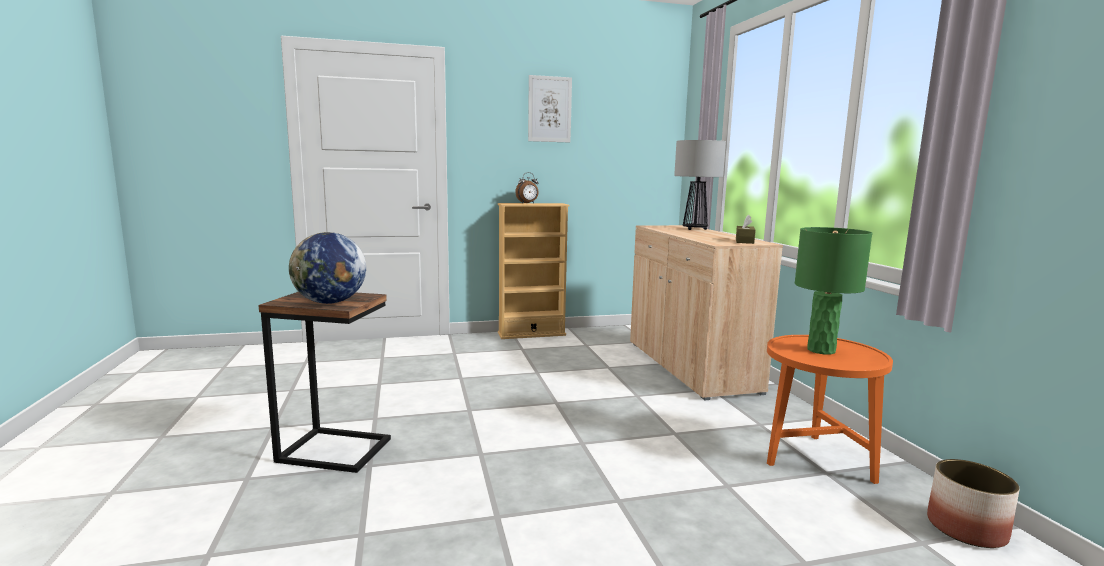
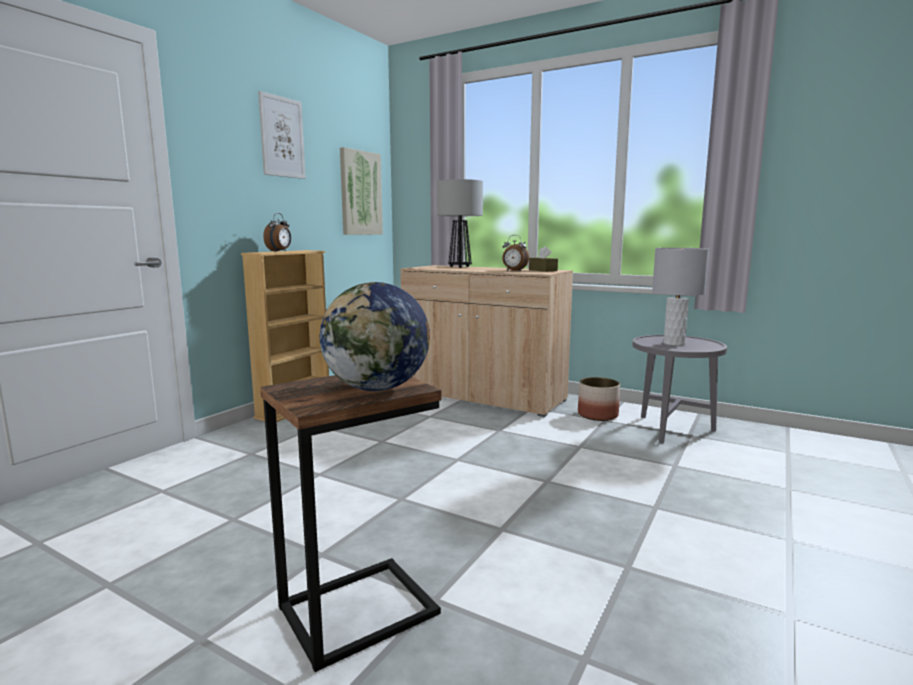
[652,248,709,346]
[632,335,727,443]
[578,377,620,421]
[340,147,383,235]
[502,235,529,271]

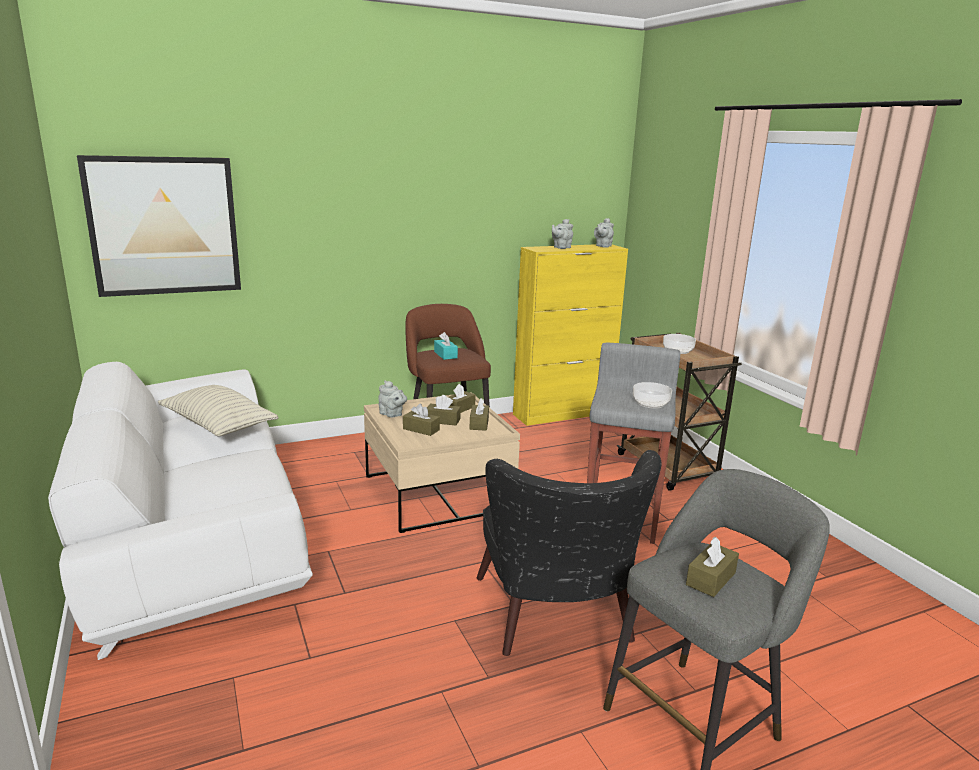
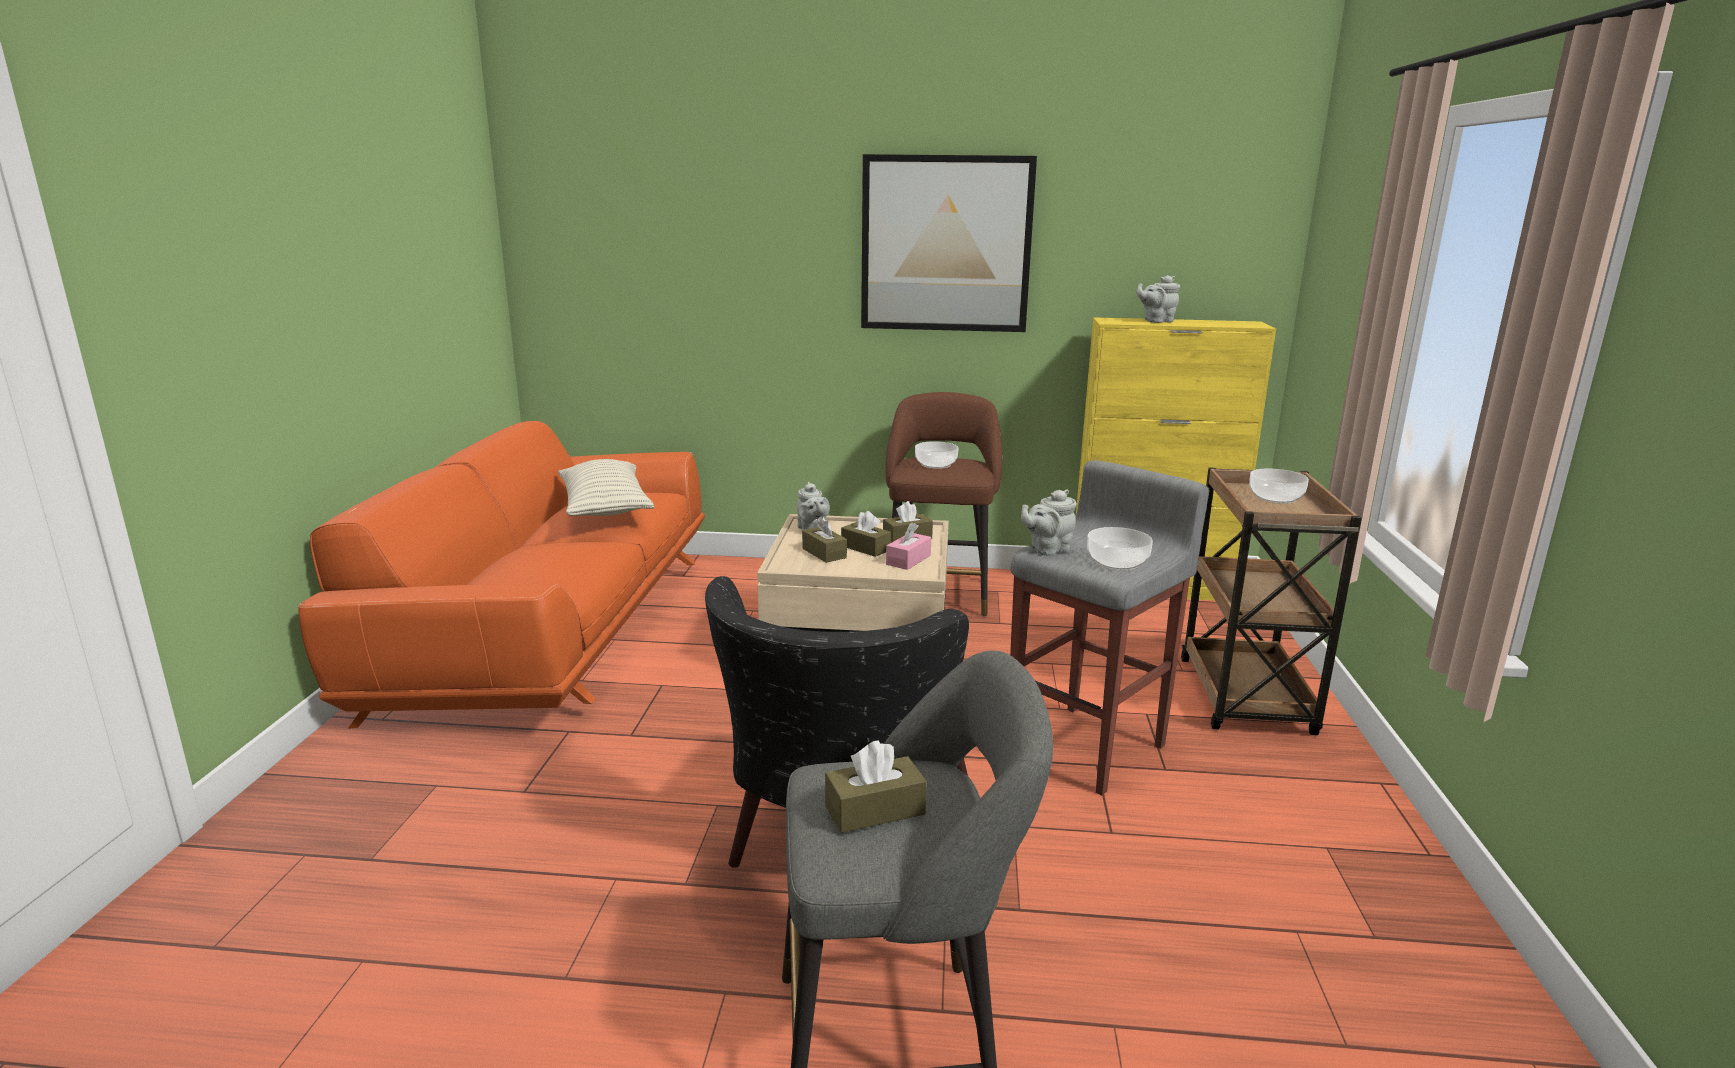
[861,154,1037,332]
[1021,489,1077,556]
[915,441,958,469]
[298,421,705,729]
[886,522,931,570]

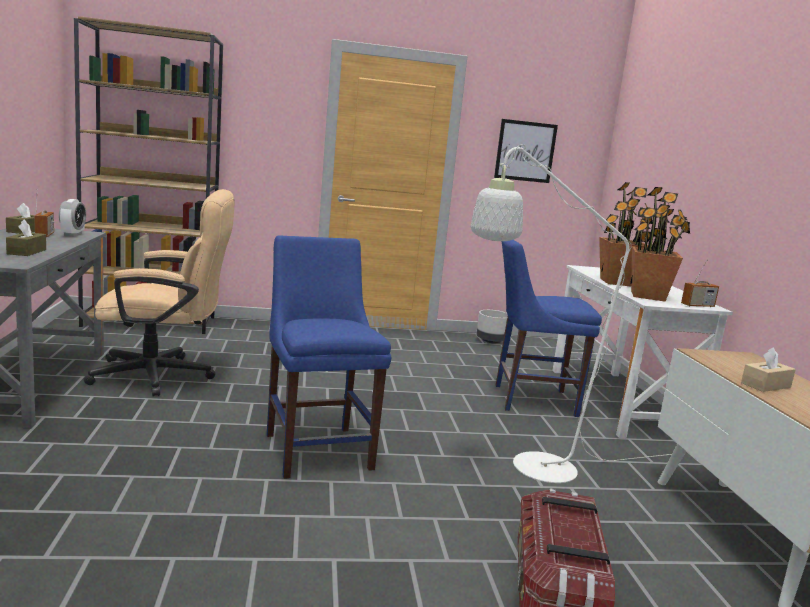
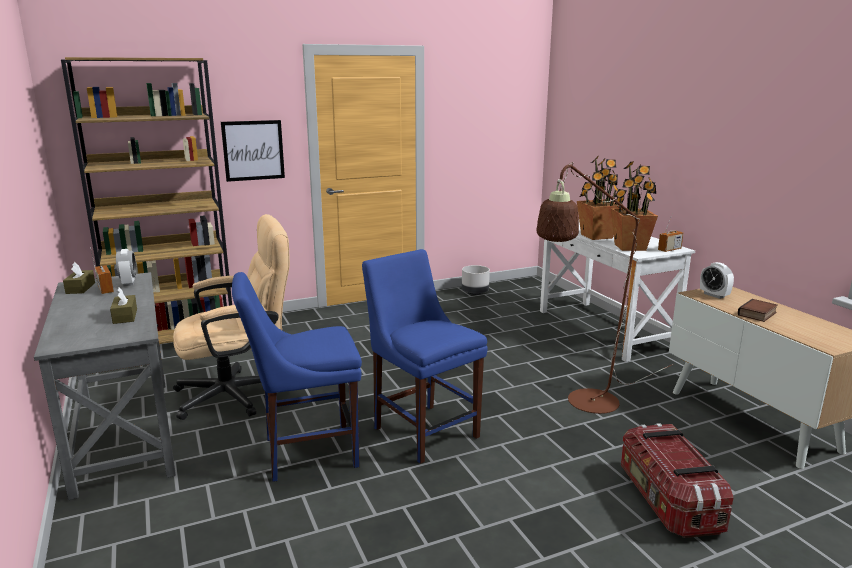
[221,120,285,182]
[537,162,673,414]
[232,272,362,482]
[738,299,778,322]
[700,262,734,299]

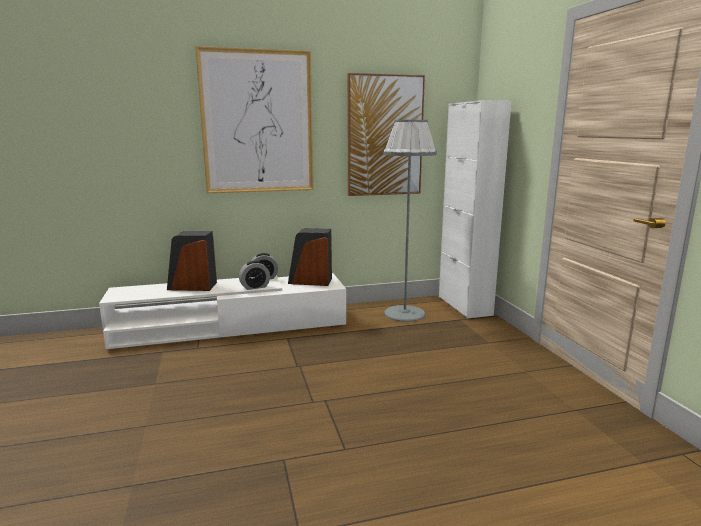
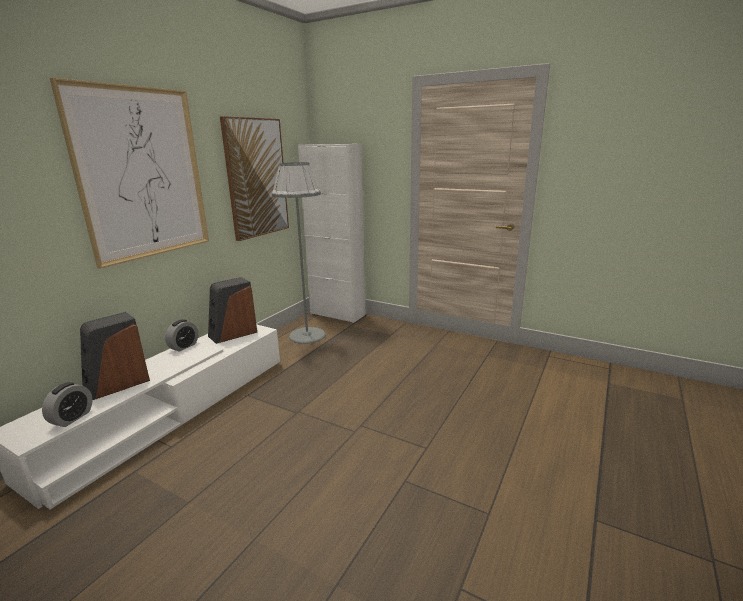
[42,382,93,427]

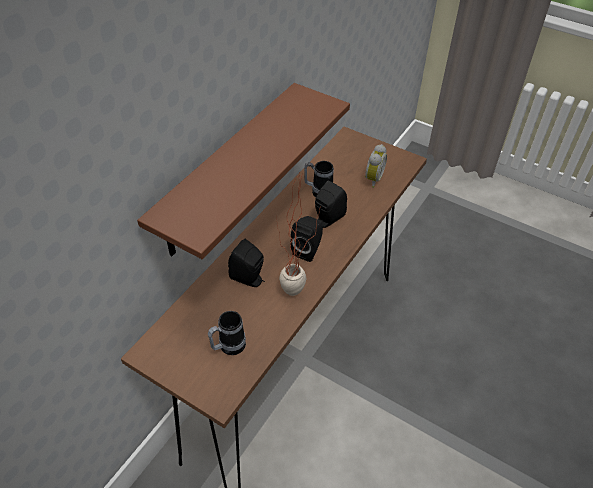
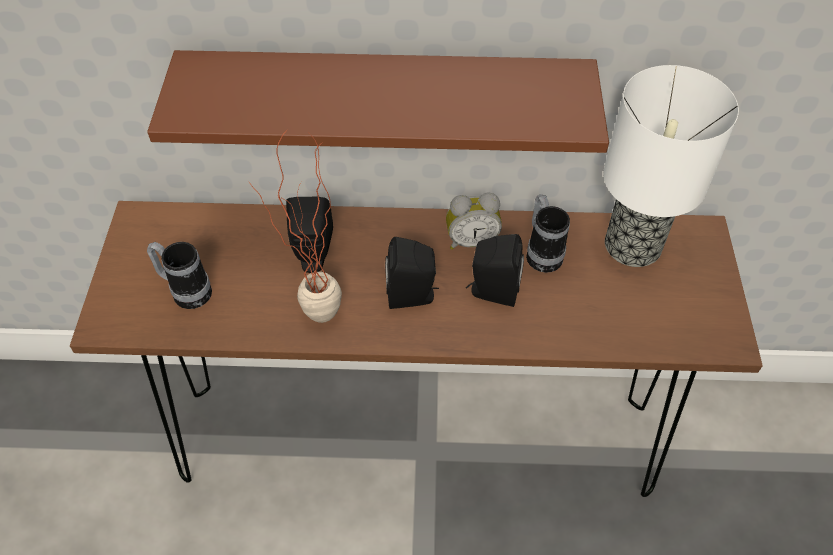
[446,193,502,250]
[604,65,739,267]

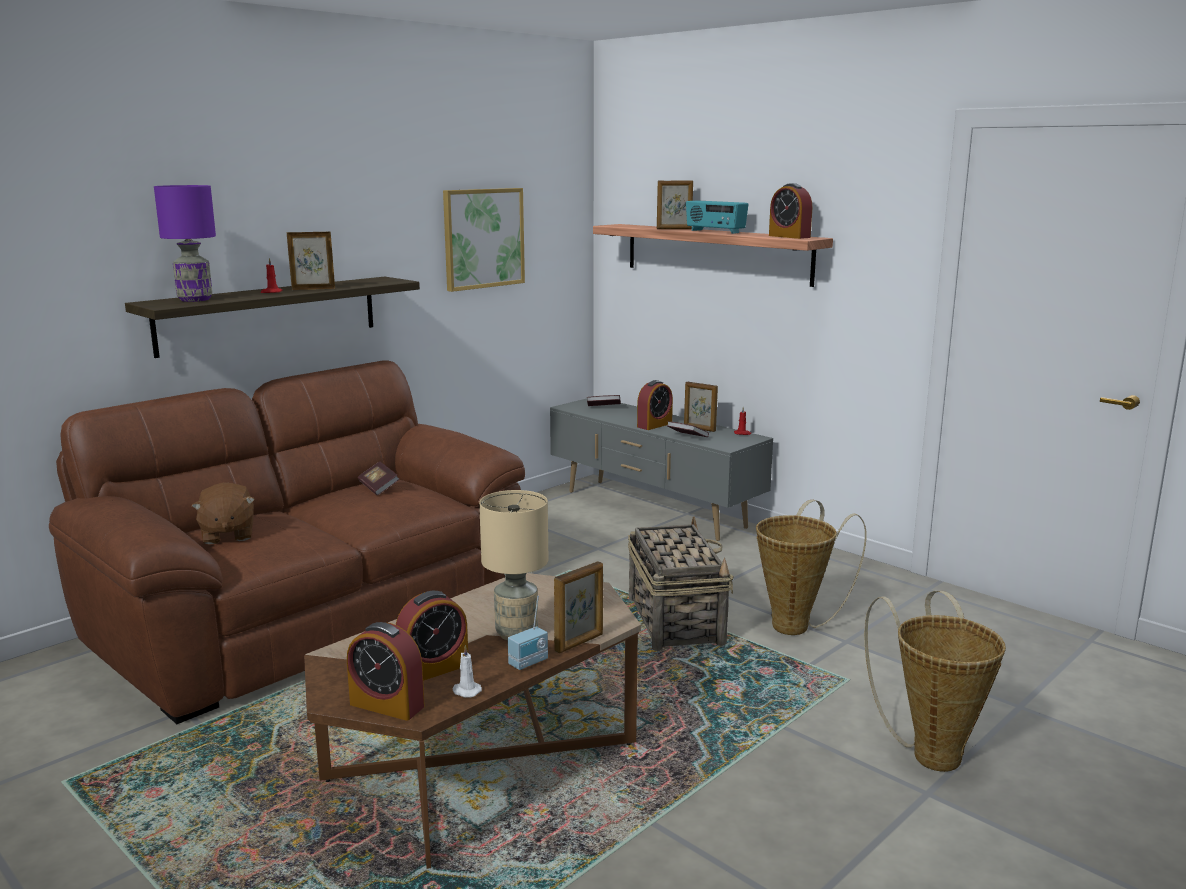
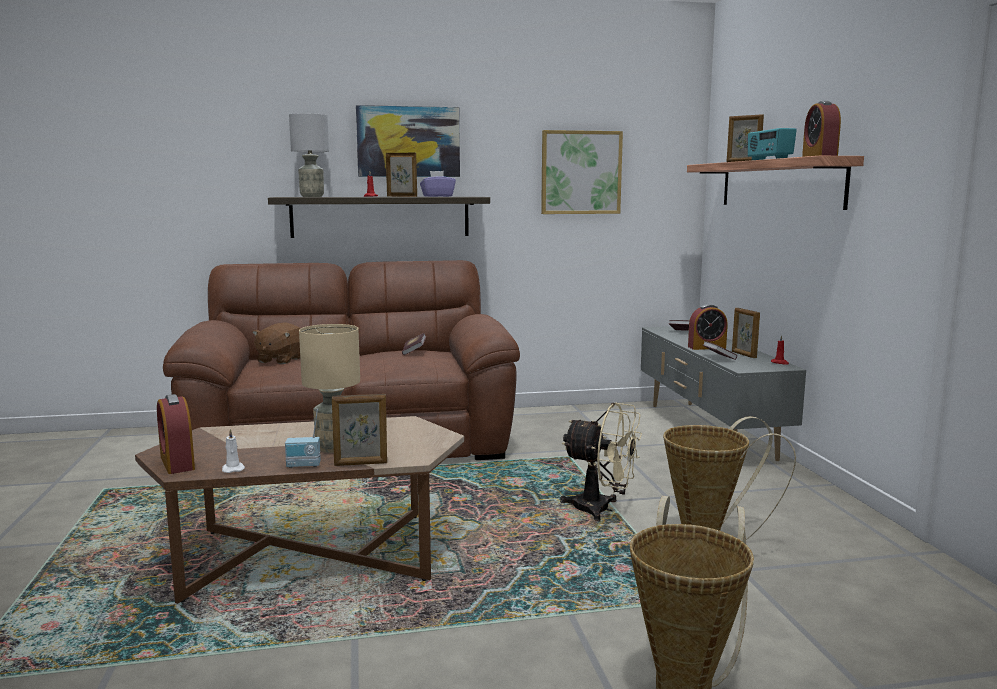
[289,113,329,197]
[560,402,642,521]
[396,591,468,681] (first image)
[356,105,460,177]
[420,171,456,197]

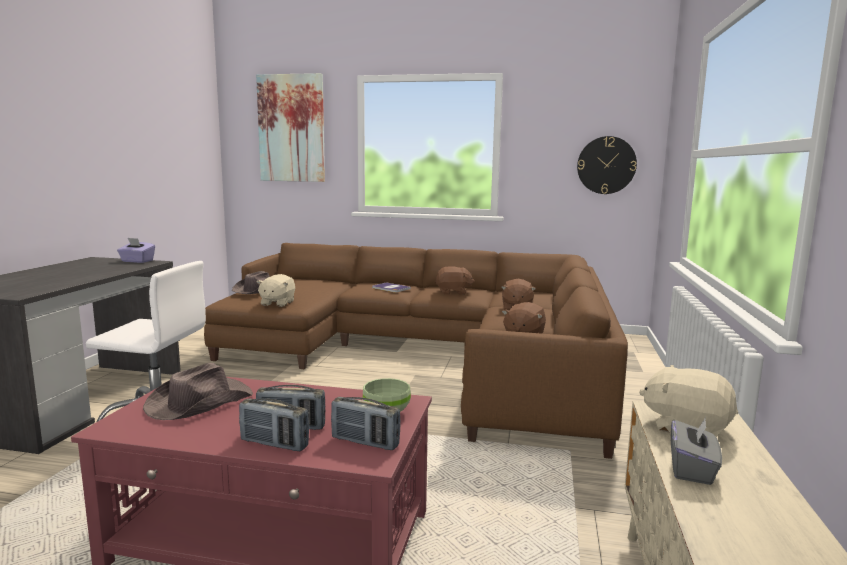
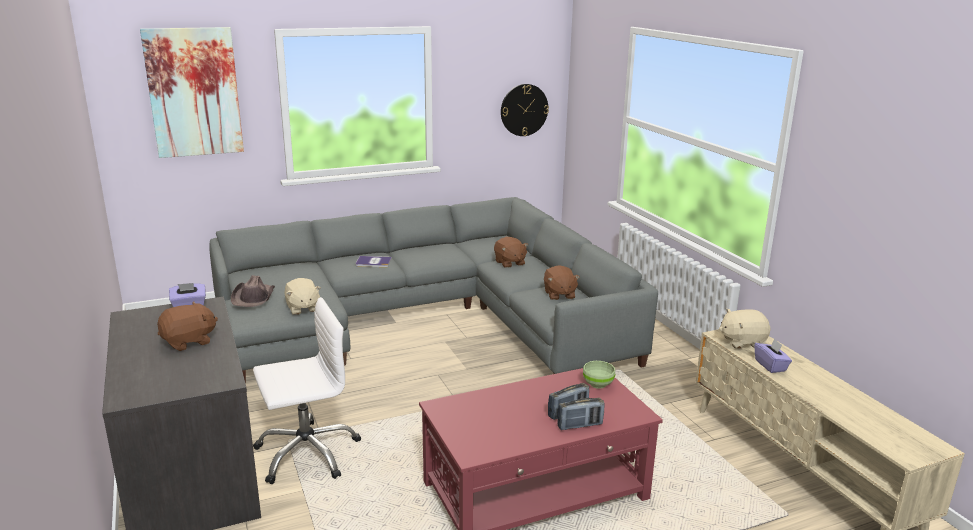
[209,197,658,384]
[157,301,218,351]
[143,363,253,420] (first image)
[331,397,400,450] (first image)
[754,338,792,373]

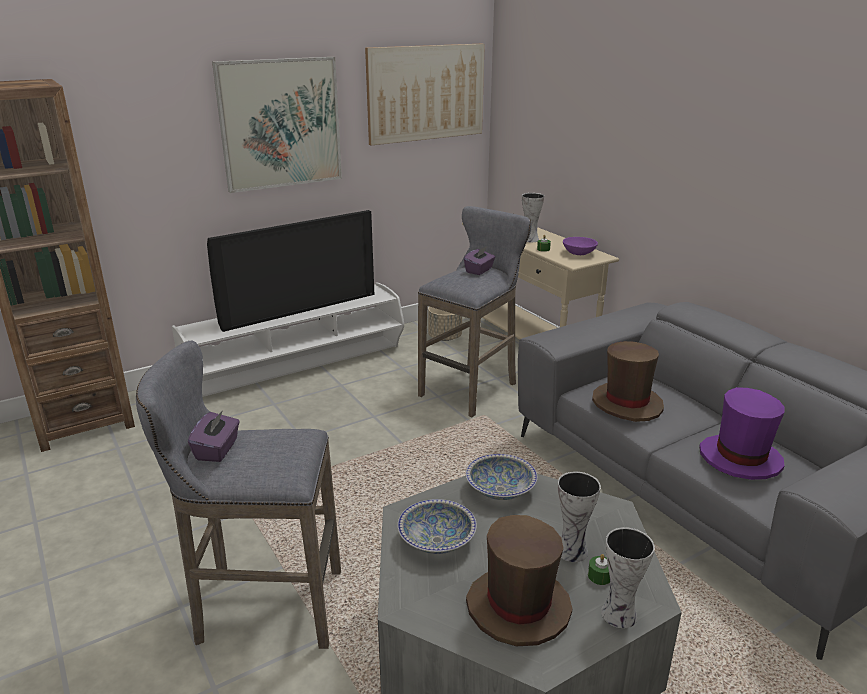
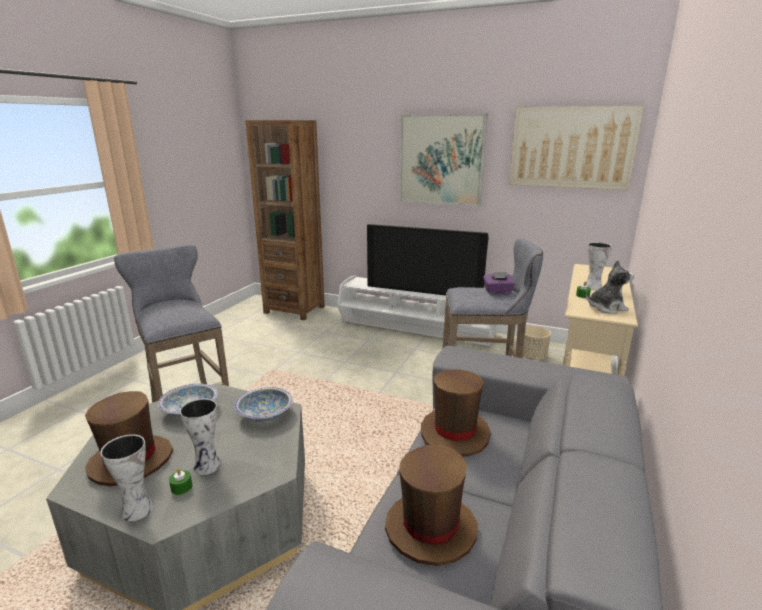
[586,260,634,314]
[385,445,478,566]
[188,410,240,462] (first image)

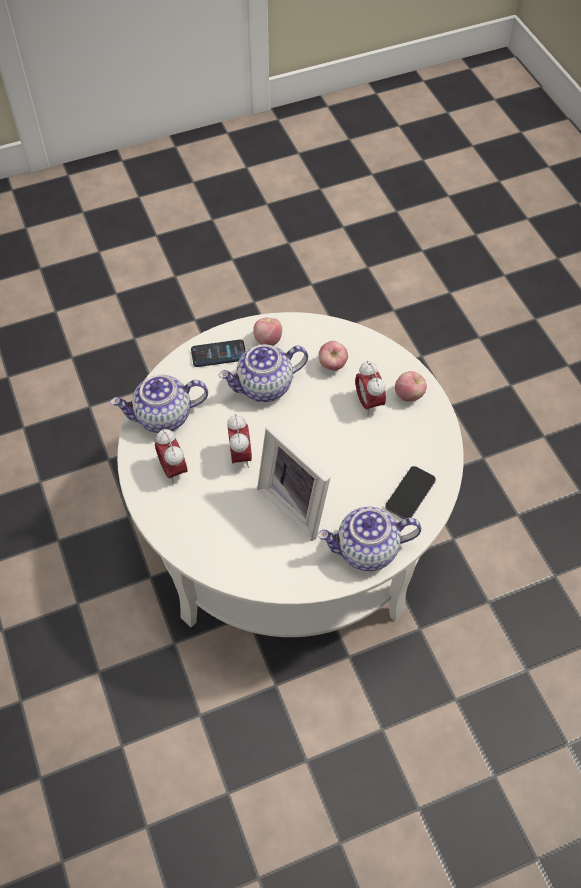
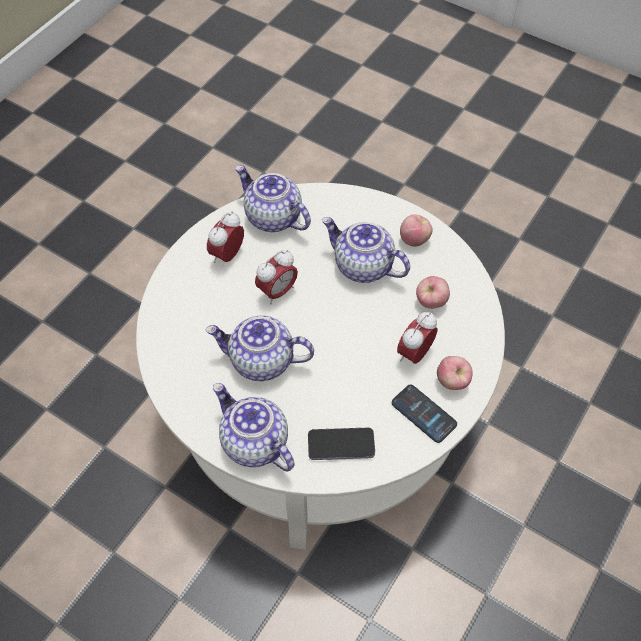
[392,384,457,443]
[205,316,314,381]

